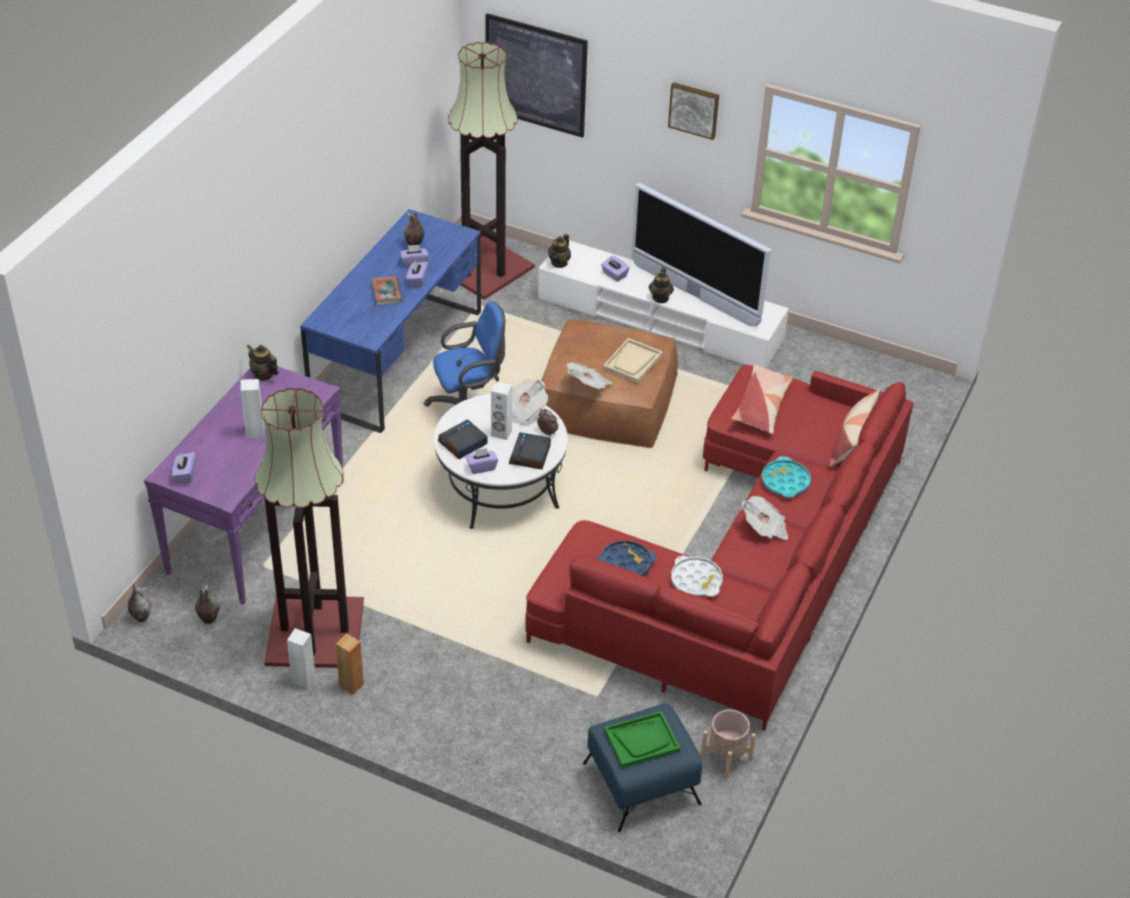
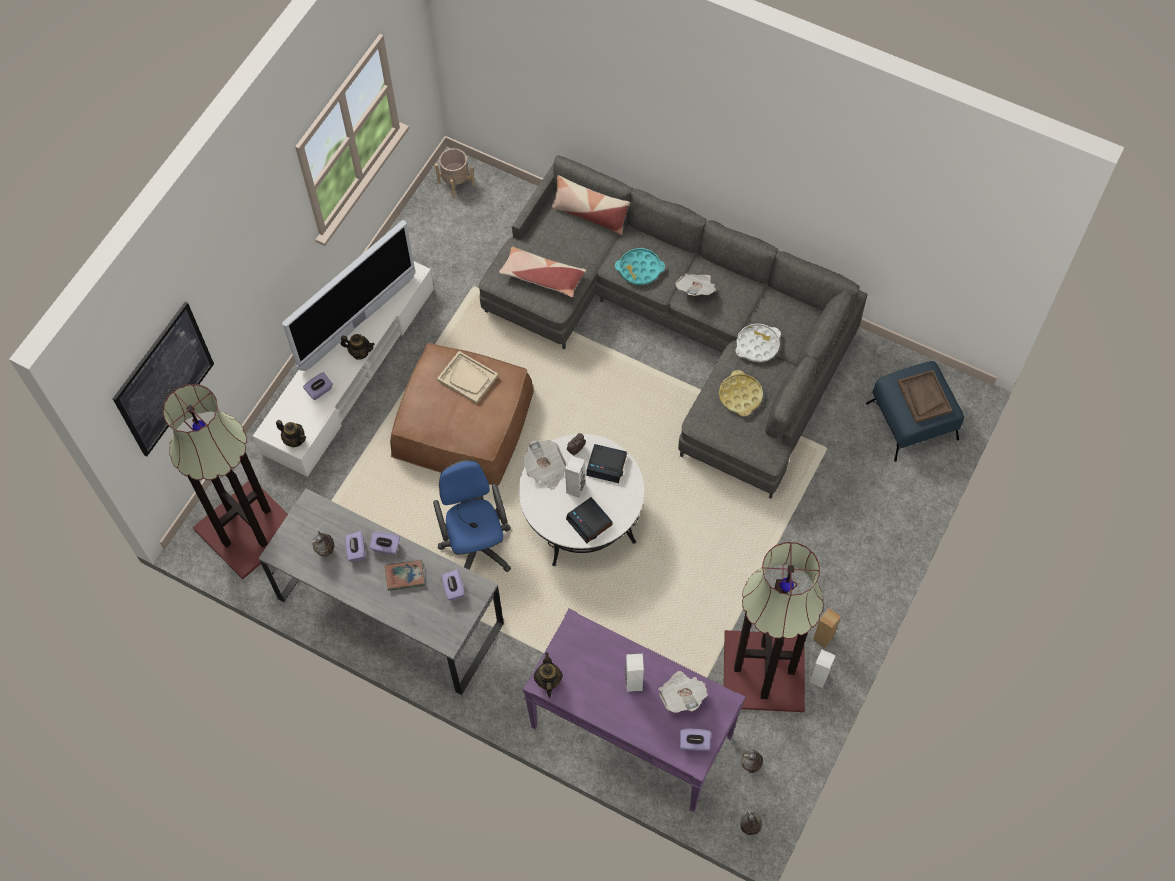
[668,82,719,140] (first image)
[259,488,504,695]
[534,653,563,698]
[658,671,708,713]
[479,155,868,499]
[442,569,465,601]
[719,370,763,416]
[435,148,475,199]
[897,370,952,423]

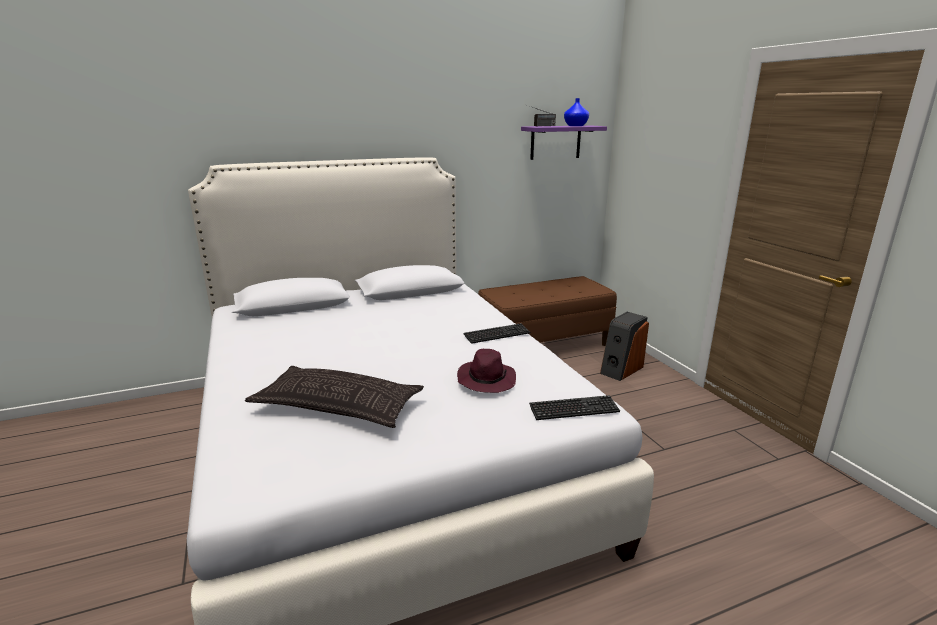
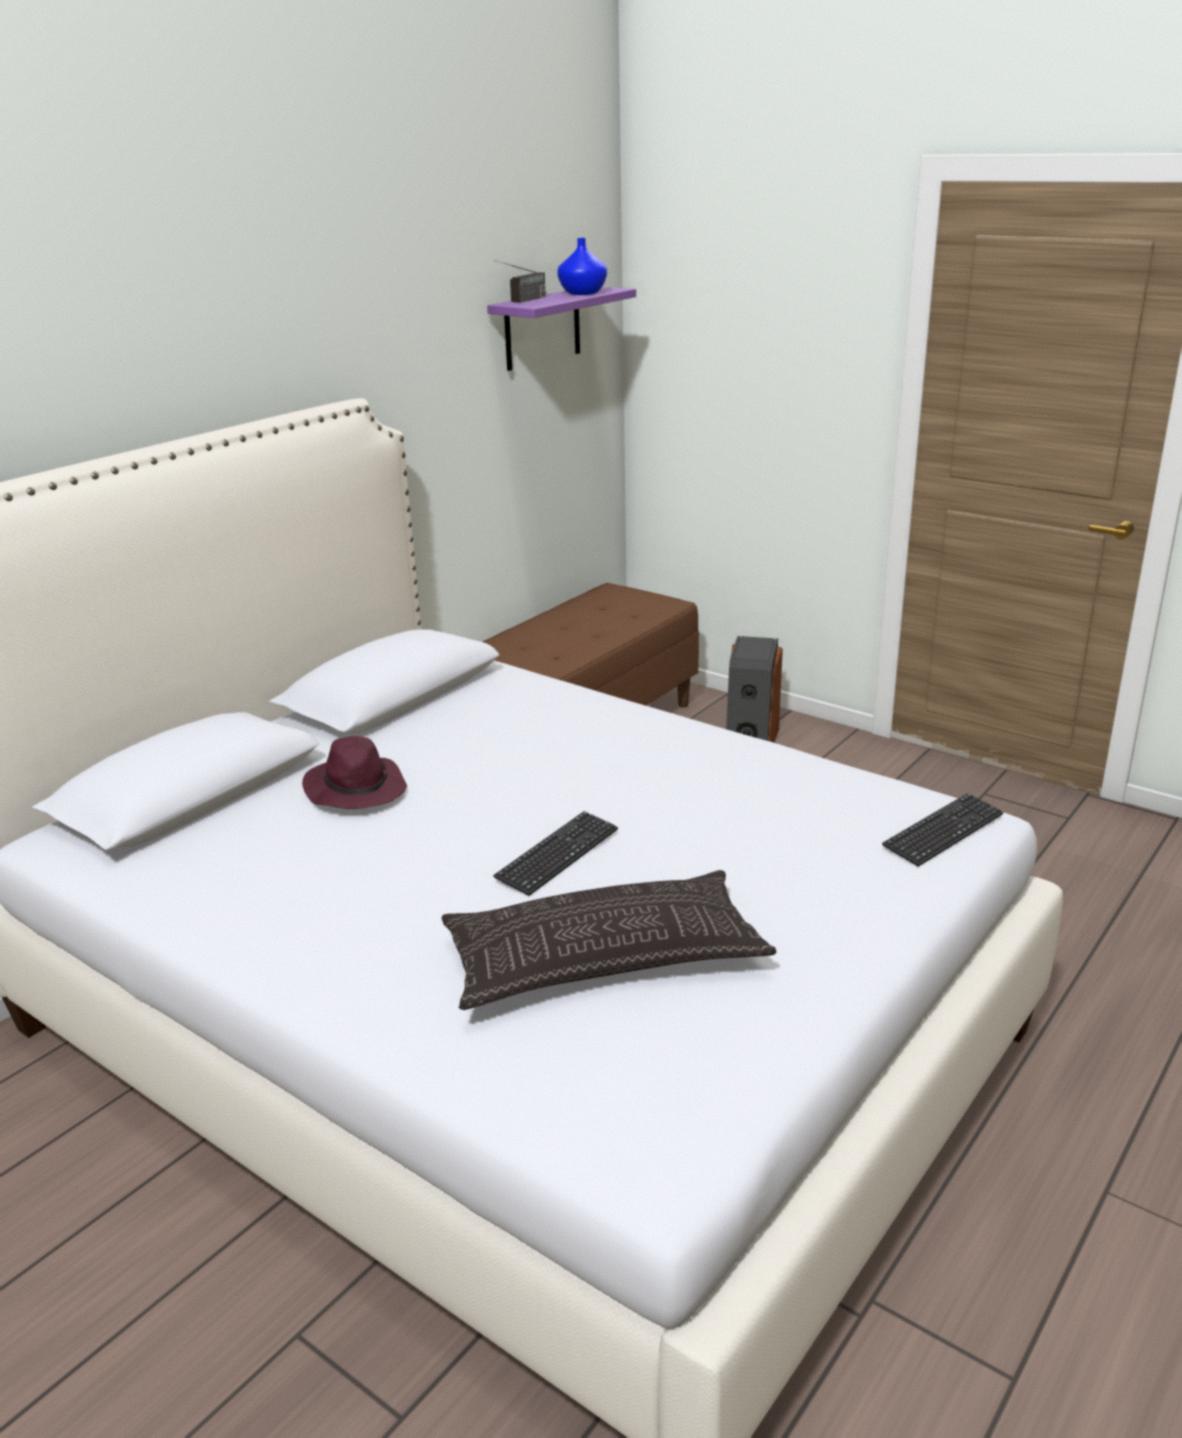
[493,811,618,896]
[302,736,407,809]

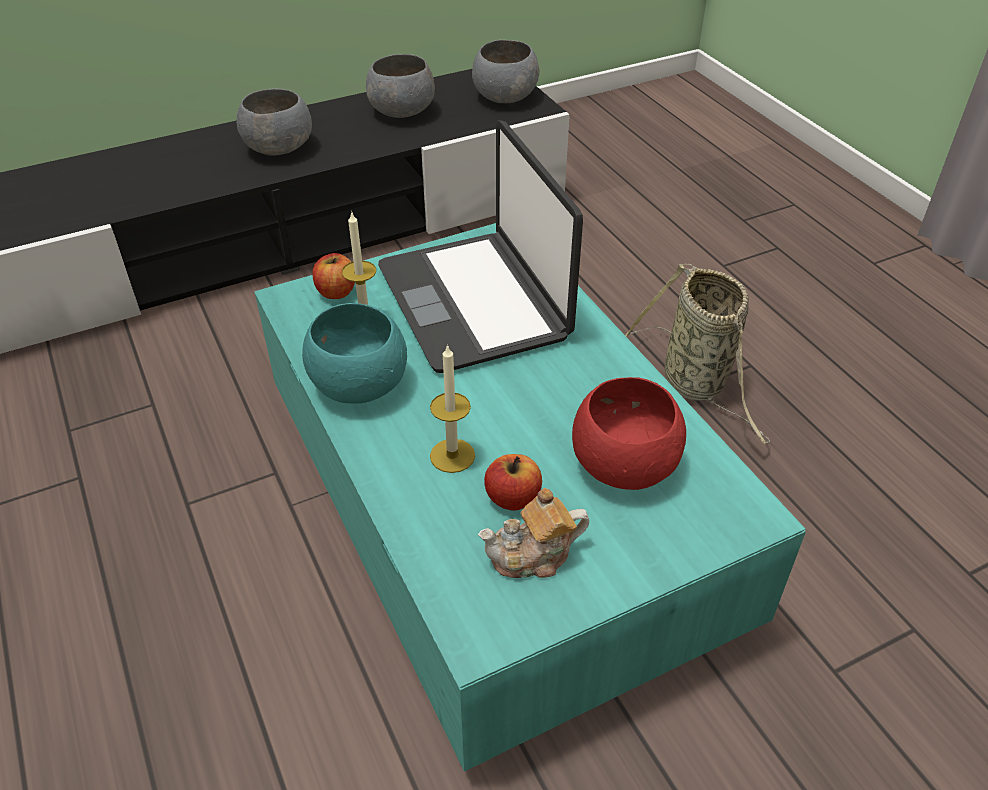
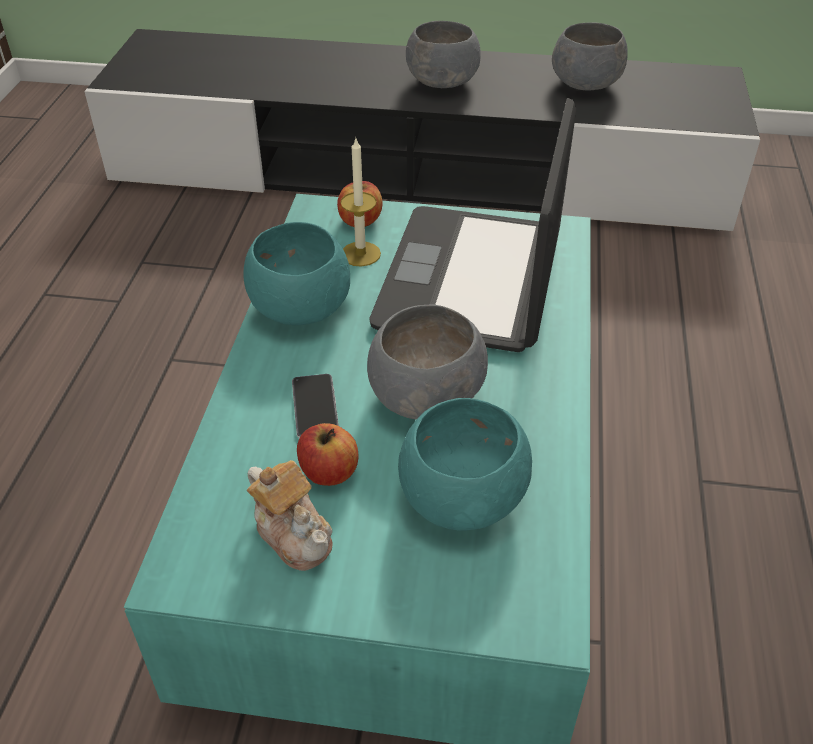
[367,305,488,419]
[625,264,770,444] (first image)
[292,374,339,438]
[398,398,532,531]
[247,460,333,571]

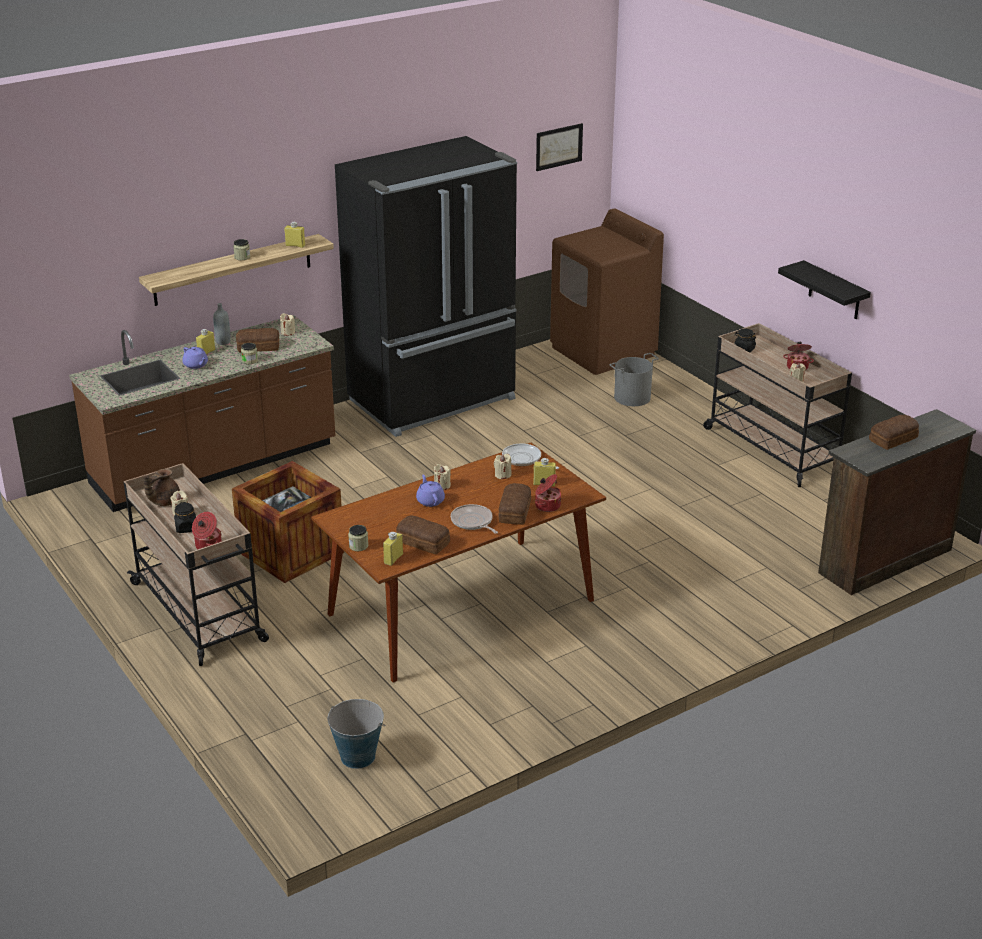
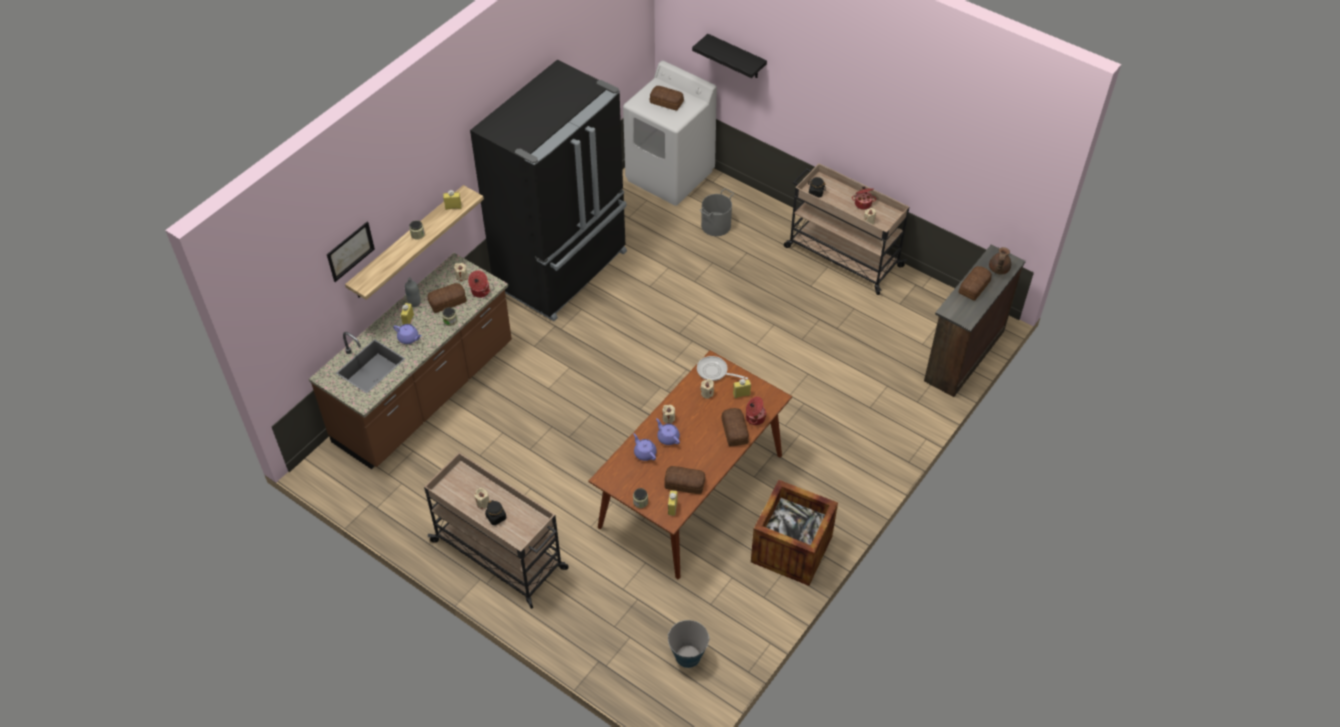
[327,222,375,282]
[623,61,717,206]
[692,34,767,78]
[751,480,838,586]
[989,247,1011,274]
[451,504,498,534] (first image)
[468,270,490,298]
[650,86,684,110]
[633,433,657,461]

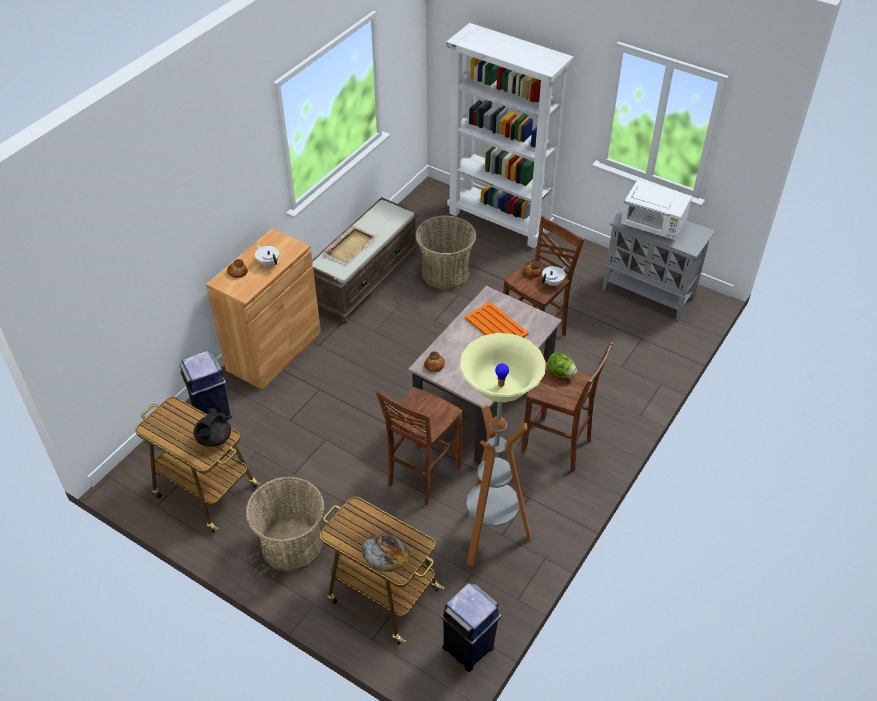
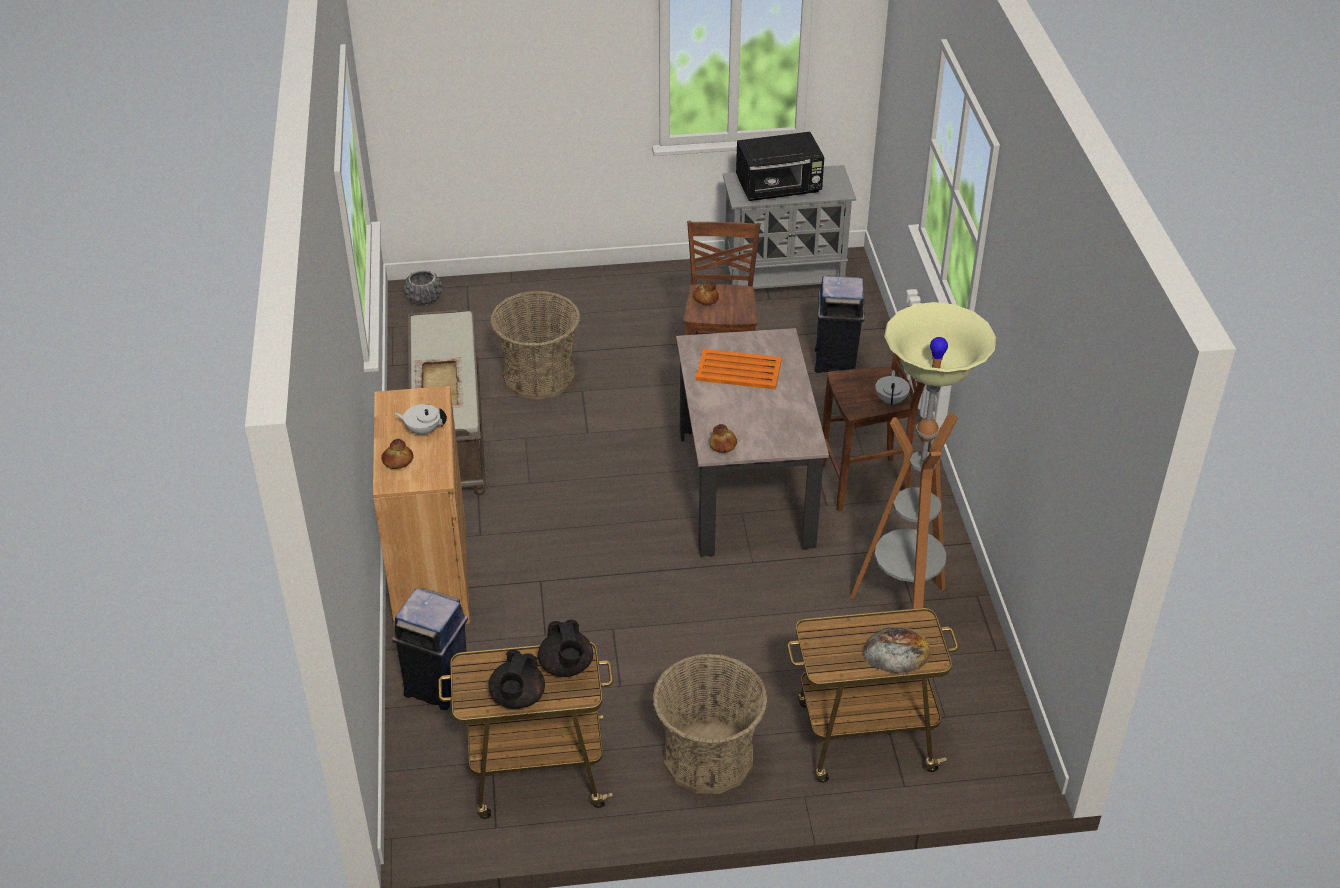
[446,23,573,248] (first image)
[736,132,824,201]
[876,370,910,406]
[547,352,577,378] (first image)
[375,387,462,506] (first image)
[815,276,865,373]
[404,270,442,305]
[488,649,545,709]

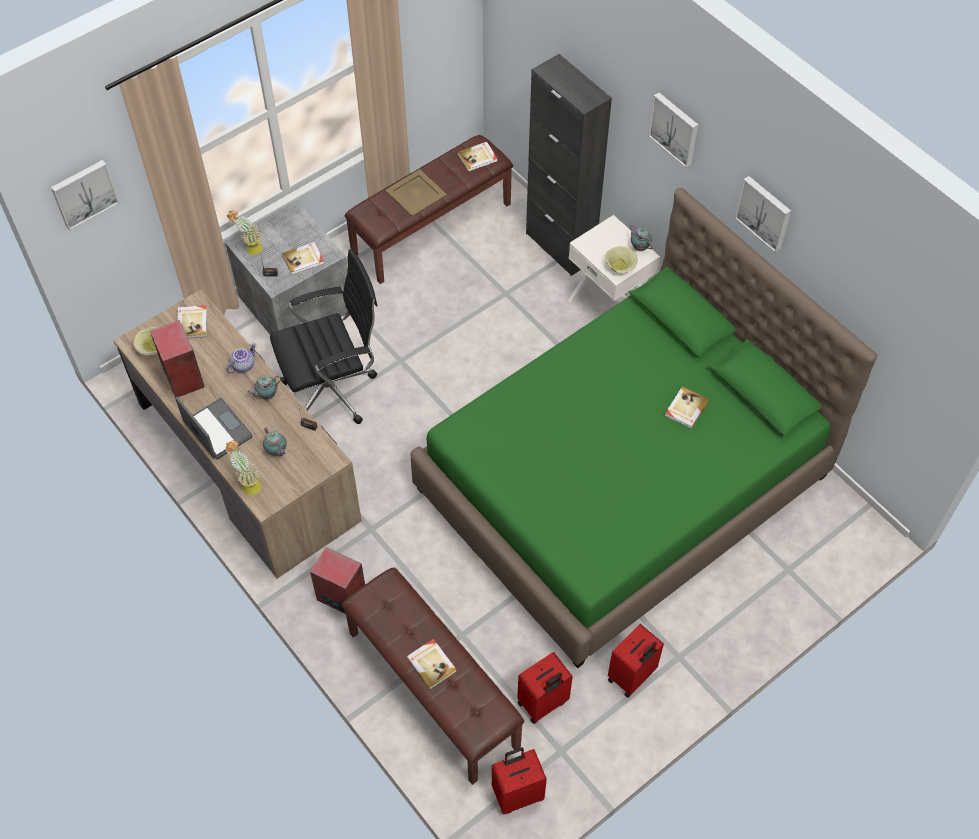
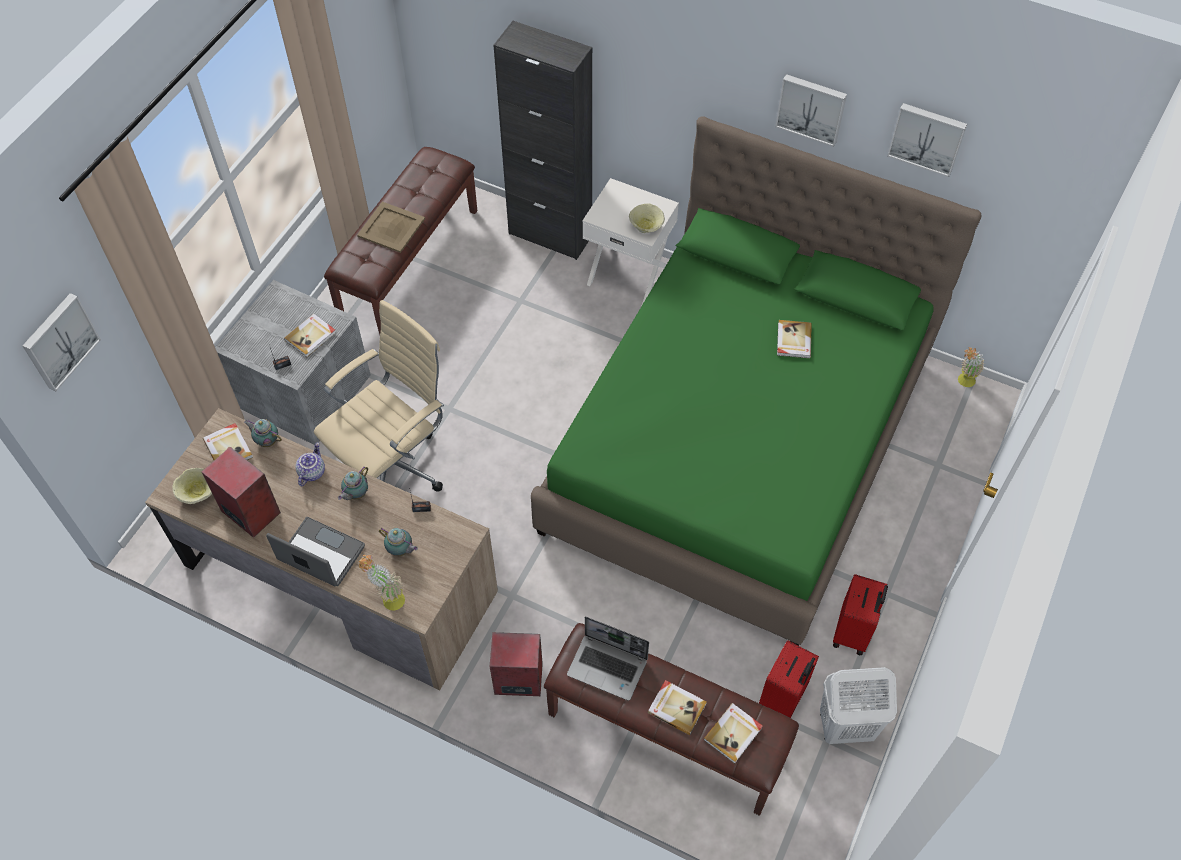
[887,103,967,177]
[704,703,763,764]
[958,347,985,387]
[244,419,282,447]
[314,300,444,492]
[492,747,547,814] (first image)
[567,617,649,701]
[820,667,897,744]

